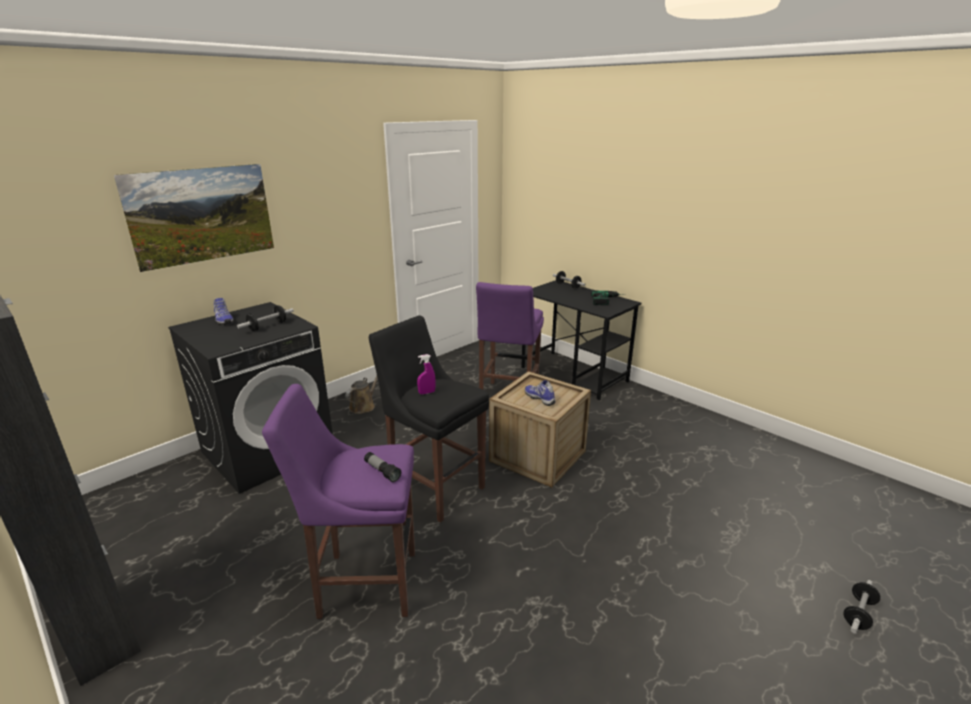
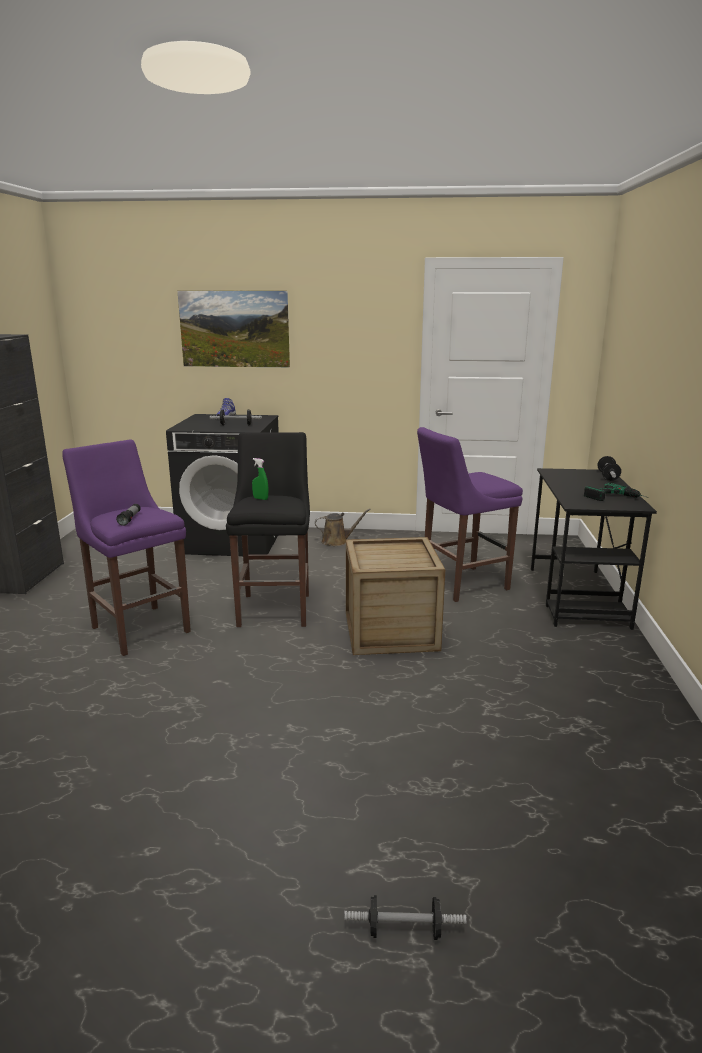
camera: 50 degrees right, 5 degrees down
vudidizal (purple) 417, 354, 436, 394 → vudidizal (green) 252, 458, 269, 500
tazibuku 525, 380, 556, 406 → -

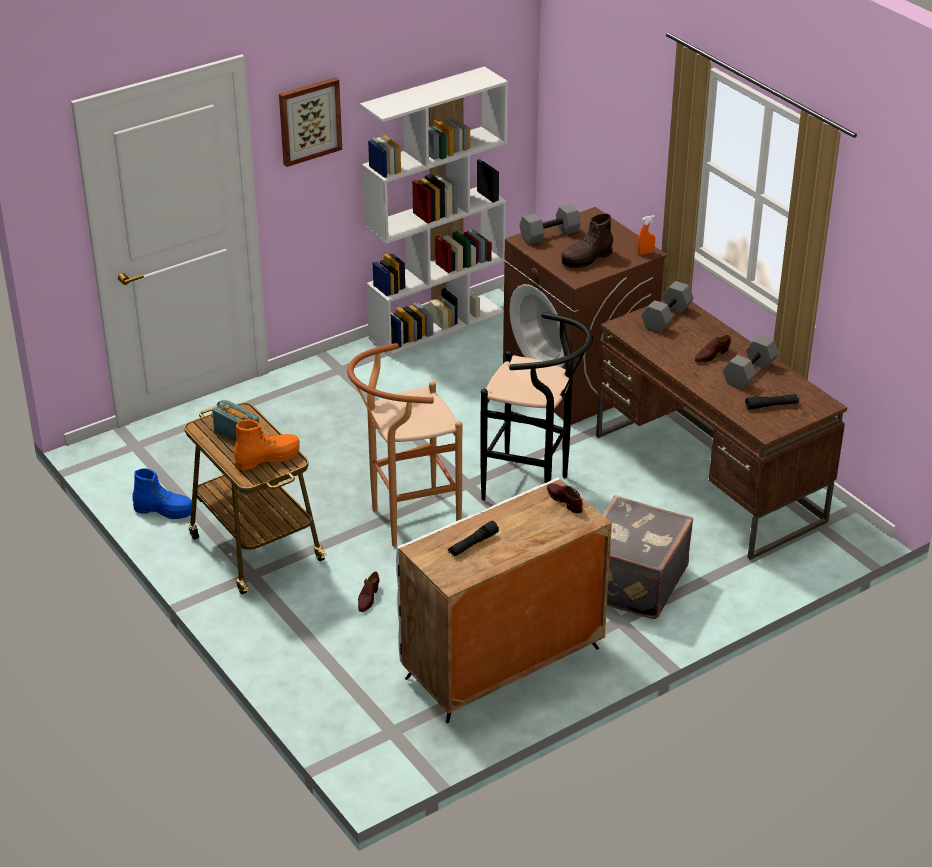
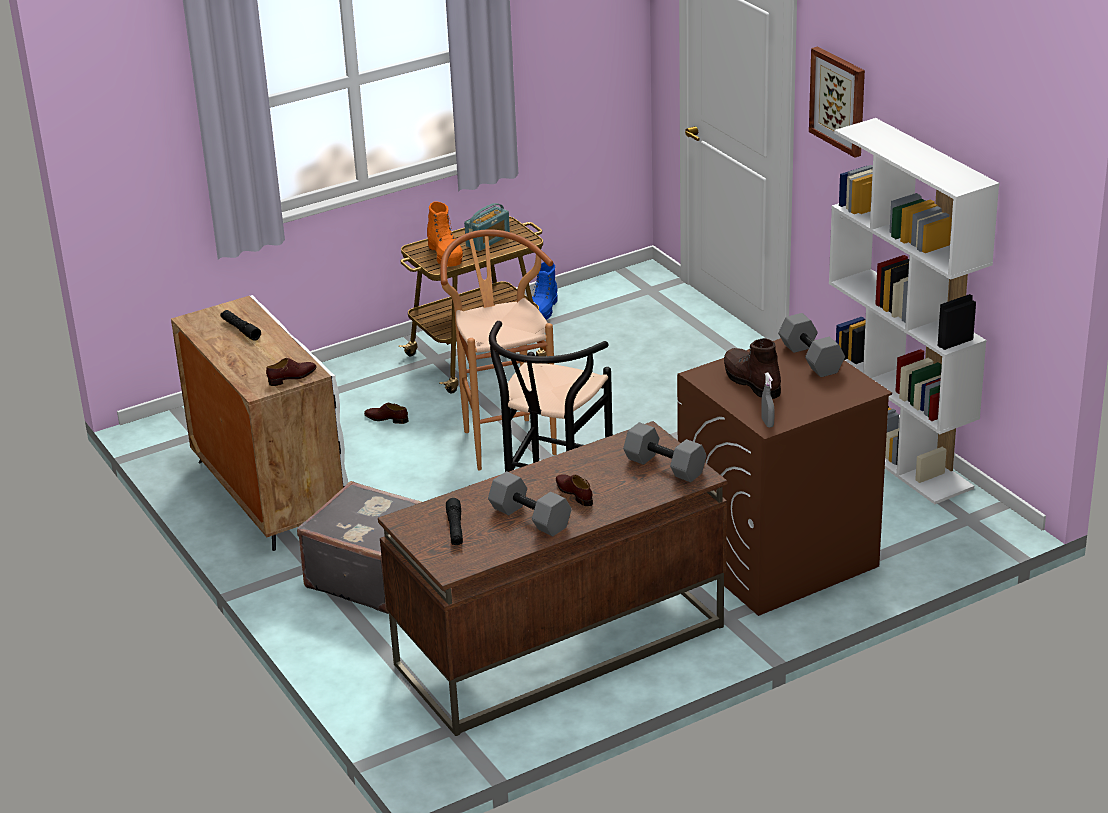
camera: 95 degrees right, 5 degrees down
vudidizal (orange) 637, 215, 655, 255 → vudidizal (grey) 761, 373, 775, 428

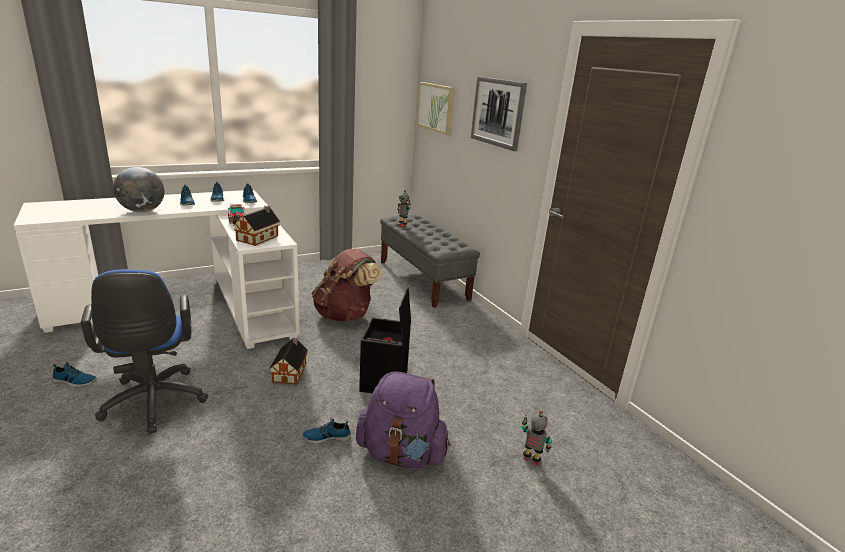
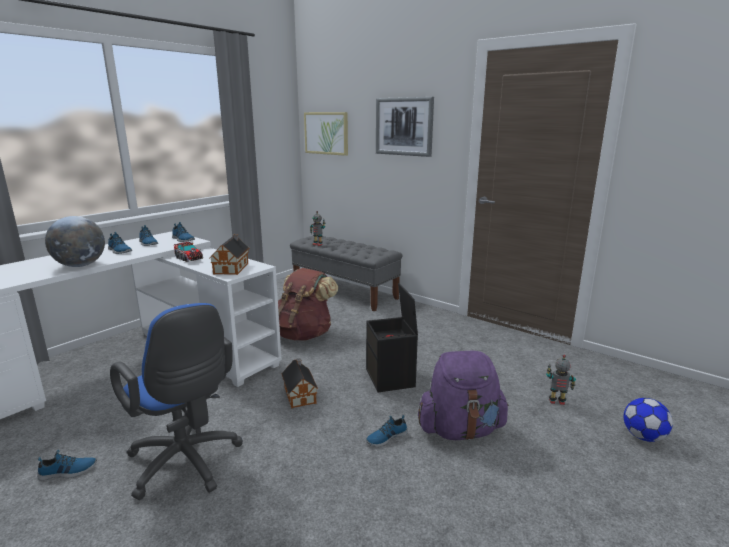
camera: 20 degrees left, 5 degrees down
- → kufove 624, 398, 673, 442

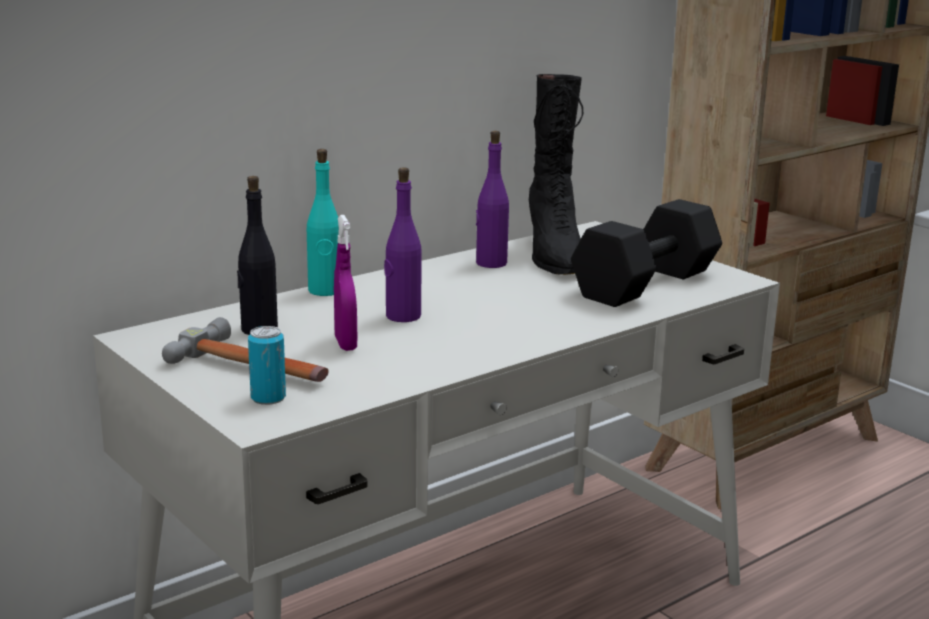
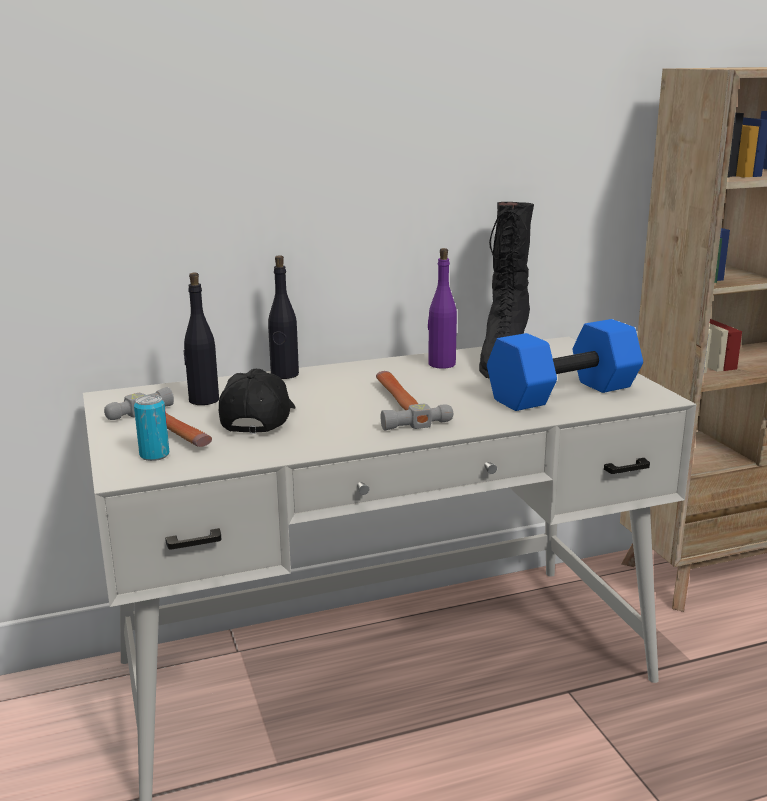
camera: 20 degrees right, 0 degrees up
vudidizal (purple) 334, 215, 357, 351 → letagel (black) 219, 369, 296, 434
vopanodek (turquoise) 307, 149, 339, 296 → vopanodek (black) 268, 255, 299, 379
- → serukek 376, 371, 453, 431
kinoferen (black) 571, 199, 722, 307 → kinoferen (blue) 487, 319, 643, 411
vopanodek (purple) 384, 167, 422, 322 → -

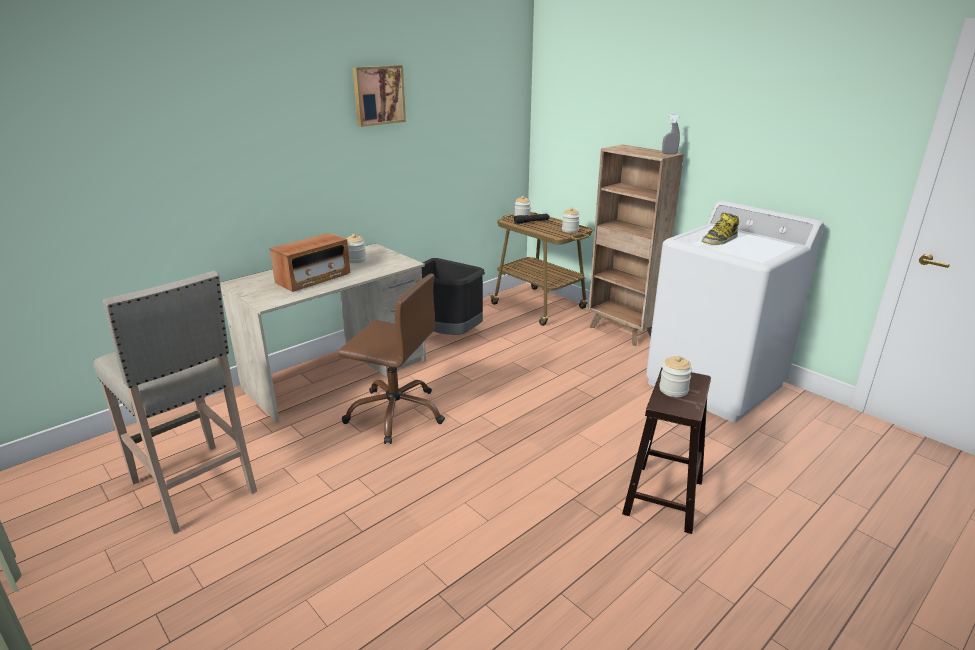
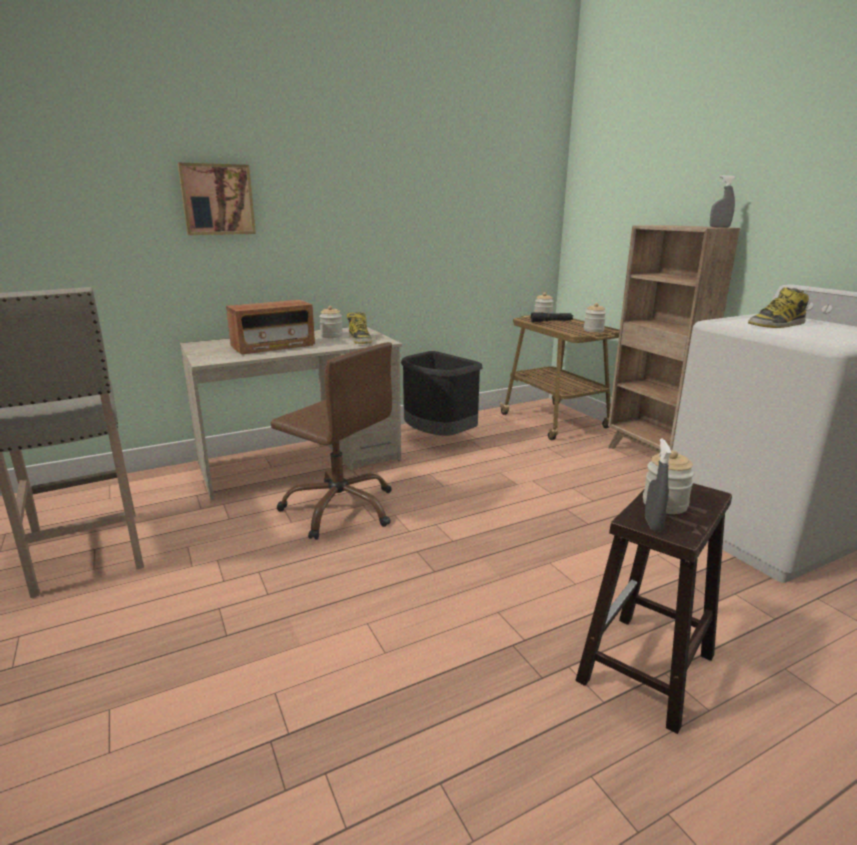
camera: 15 degrees right, 5 degrees down
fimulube 352, 65, 406, 127 → fimulube 178, 162, 256, 235, relocated
- → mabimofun 347, 312, 372, 344
- → vudidizal (grey) 645, 438, 671, 532

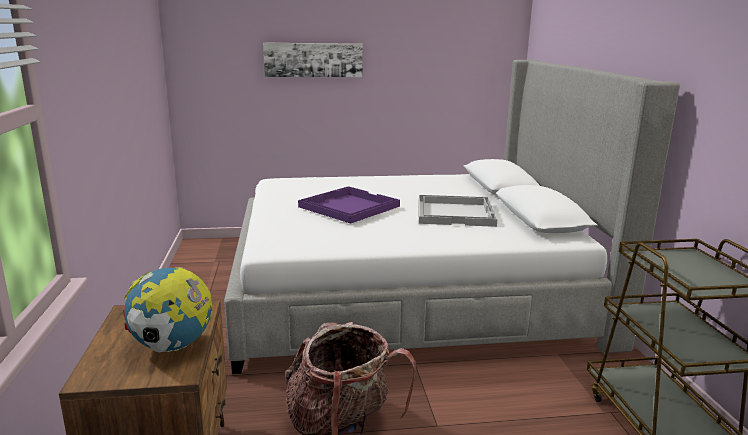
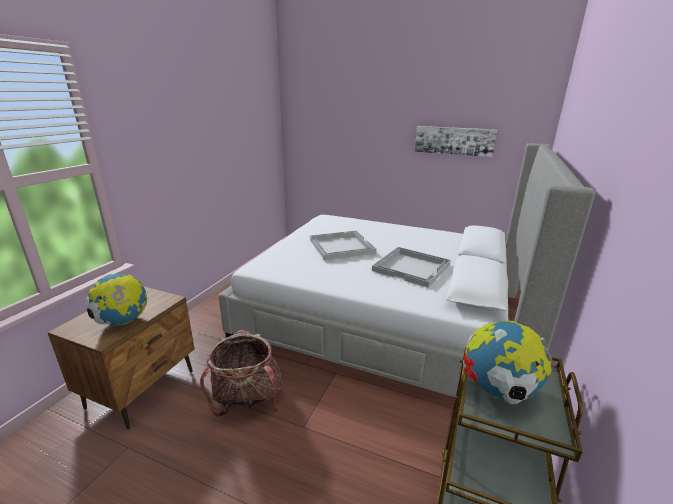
camera: 30 degrees right, 5 degrees up
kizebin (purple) 298, 186, 400, 224 → kizebin (white) 310, 230, 376, 260
fimulube 263, 43, 363, 77 → fimulube 414, 126, 497, 157, relocated
- → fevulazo 463, 321, 554, 404

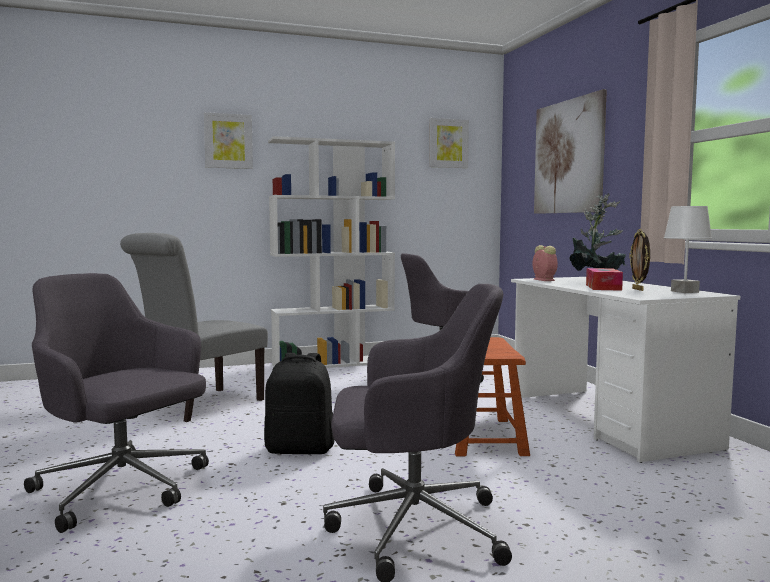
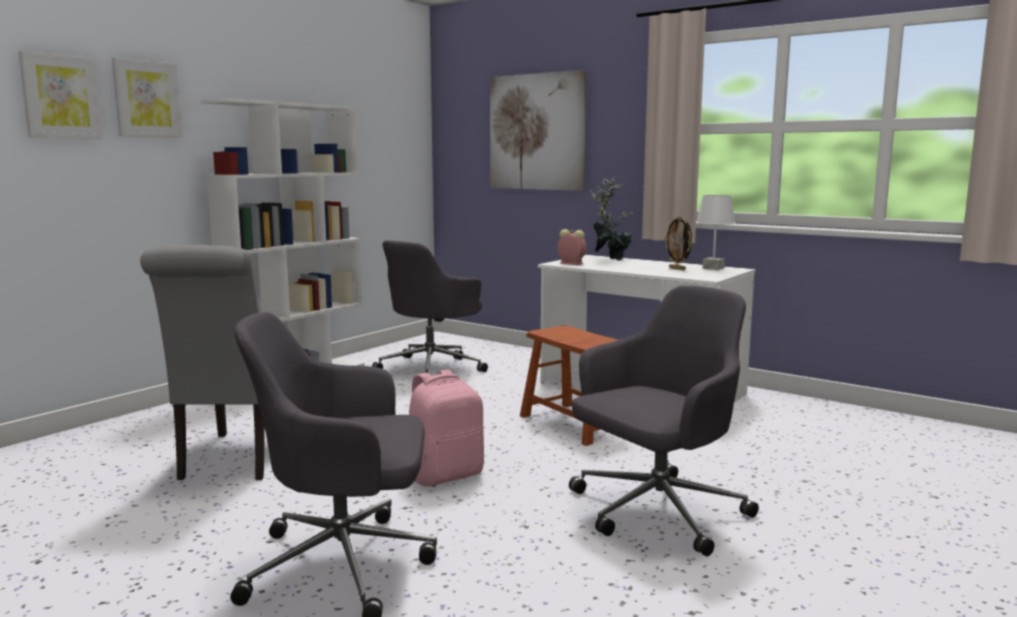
camera: 35 degrees left, 5 degrees up
fimulube 429, 118, 469, 168 → fimulube 19, 51, 103, 138, relocated
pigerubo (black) 264, 353, 334, 454 → pigerubo (pink) 409, 369, 484, 487
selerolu 586, 268, 623, 291 → -

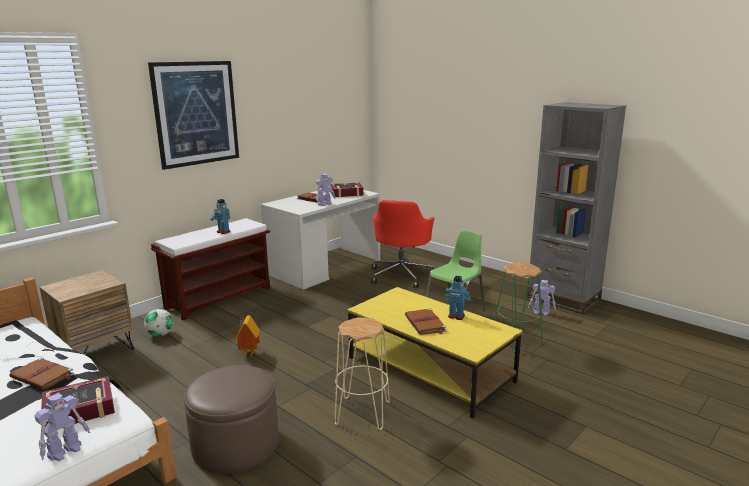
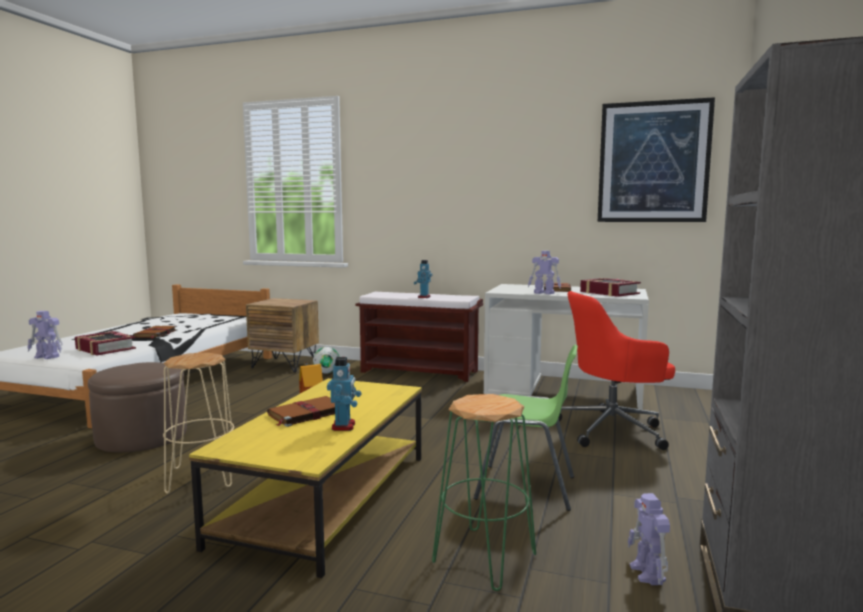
camera: 65 degrees right, 10 degrees down
fimulube 148, 61, 239, 170 → fimulube 598, 97, 715, 222, relocated

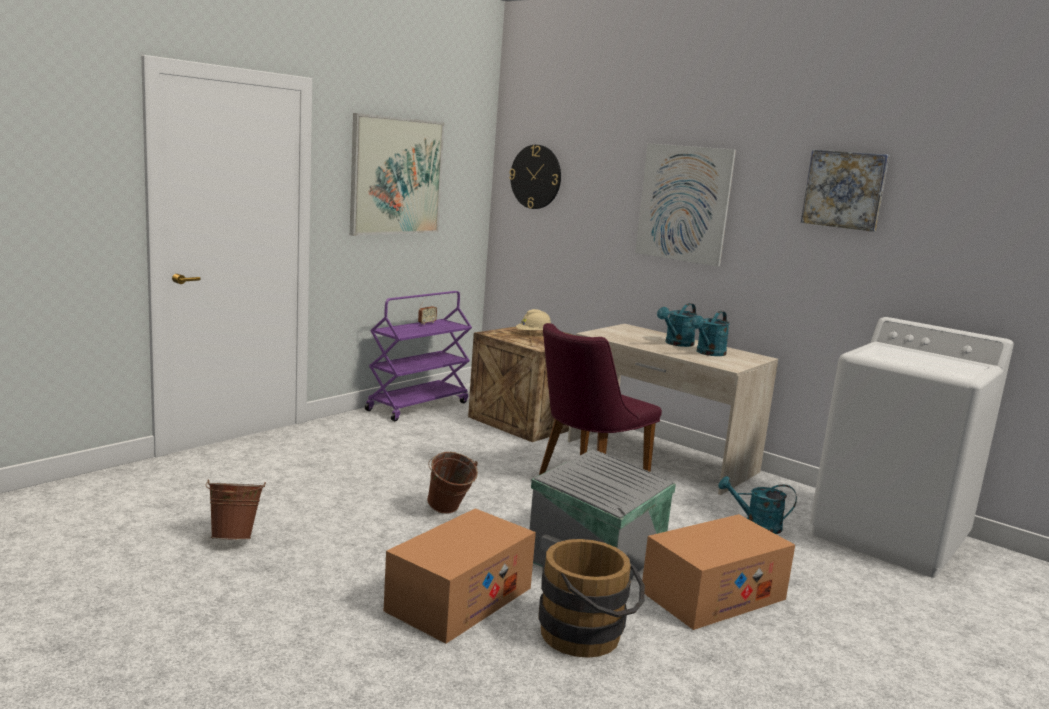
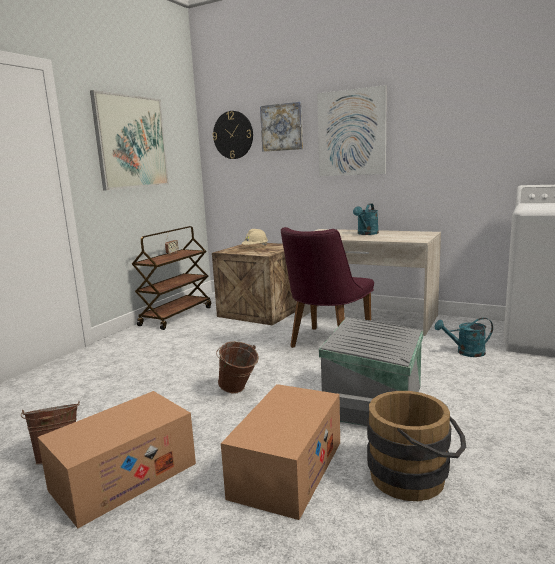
camera: 10 degrees left, 0 degrees up
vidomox 642, 514, 795, 630 → vidomox 38, 391, 196, 528, relocated
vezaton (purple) 365, 291, 472, 421 → vezaton (brown) 132, 226, 211, 330
fimulube 801, 150, 889, 232 → fimulube 260, 102, 303, 152, relocated
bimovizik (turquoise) 691, 311, 730, 356 → -

